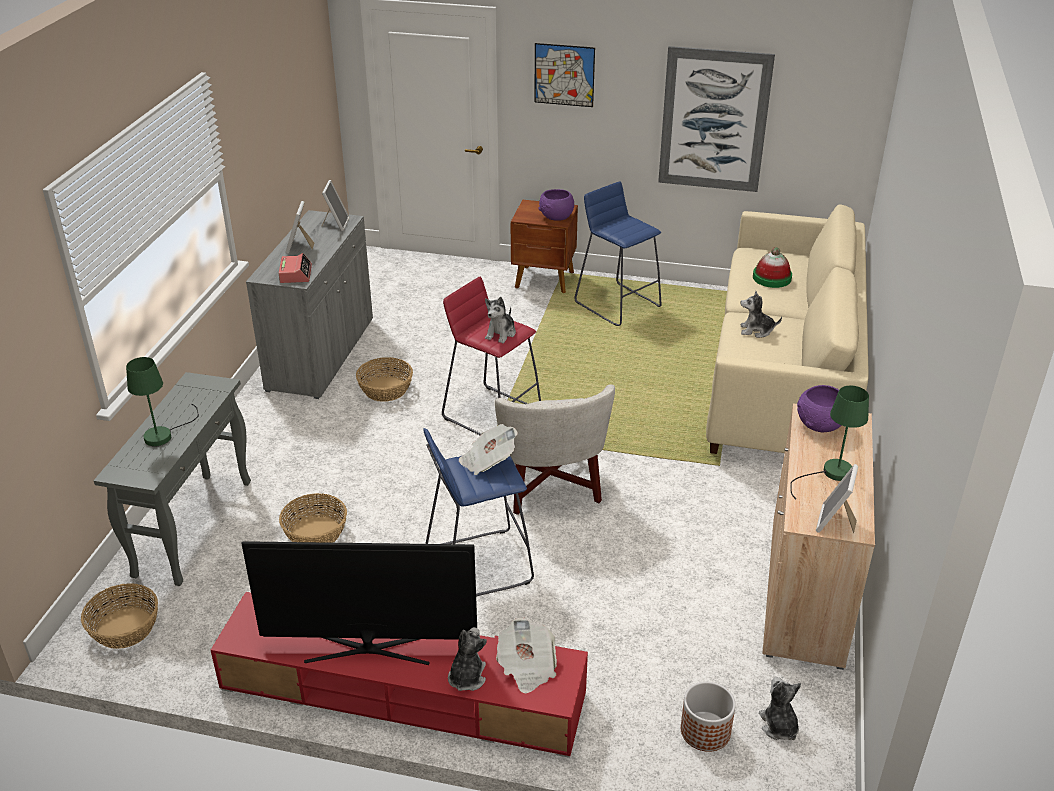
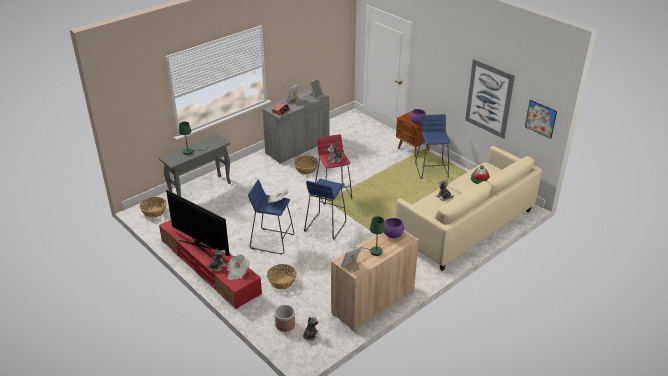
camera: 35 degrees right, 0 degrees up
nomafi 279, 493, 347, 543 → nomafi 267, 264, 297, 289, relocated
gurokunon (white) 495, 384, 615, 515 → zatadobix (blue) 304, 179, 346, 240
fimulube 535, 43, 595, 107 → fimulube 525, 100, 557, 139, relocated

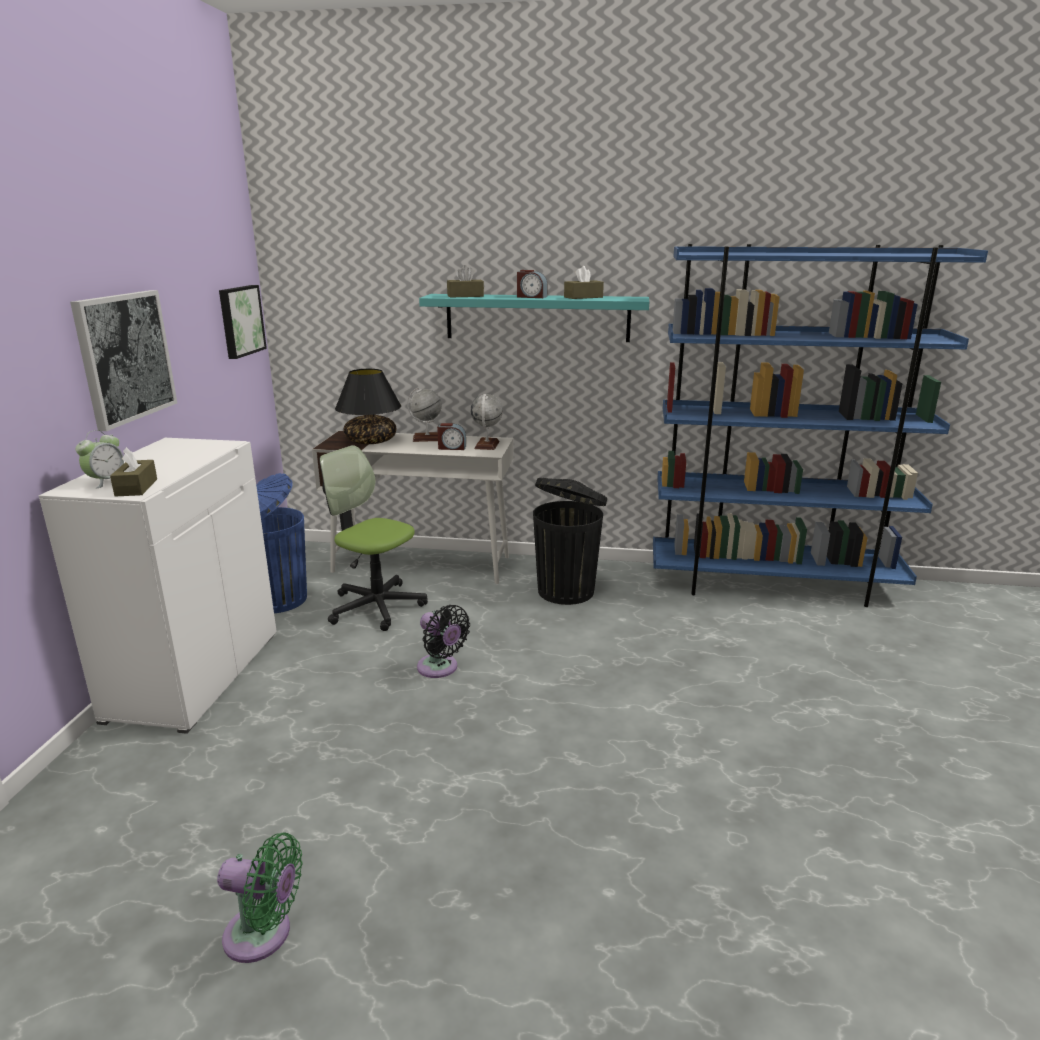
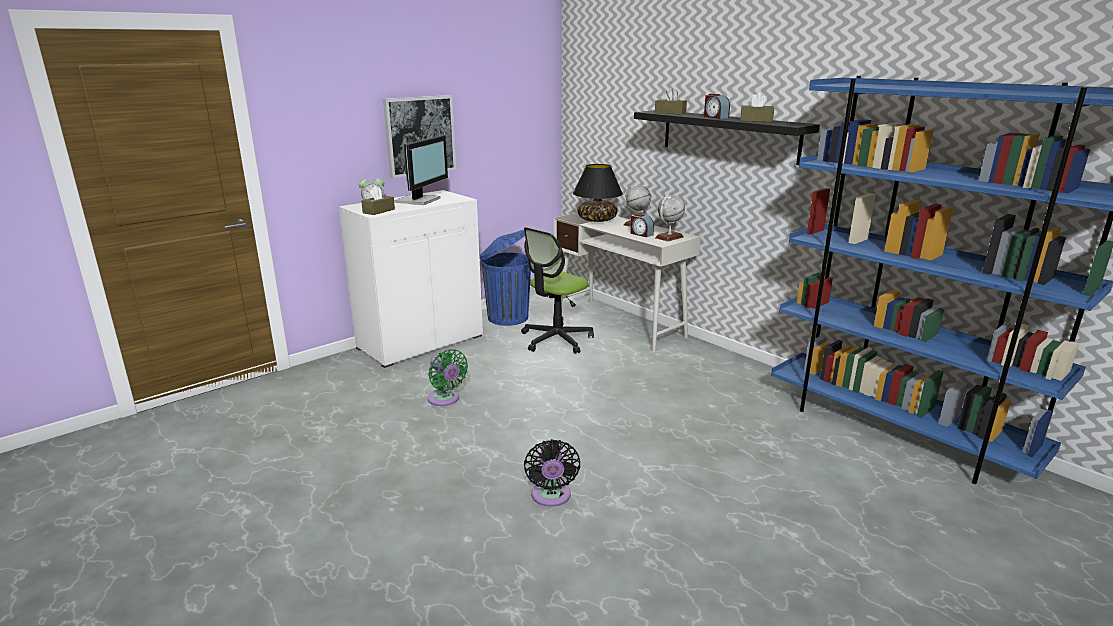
camera: 40 degrees right, 0 degrees up
- → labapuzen 394, 135, 448, 205
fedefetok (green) 217, 833, 303, 963 → fedefetok (green) 428, 349, 468, 406, relocated
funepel 320, 445, 428, 631 → funepel 521, 227, 594, 354, 120 degrees counterclockwise
fedefetok (black) 417, 605, 470, 678 → fedefetok (black) 524, 439, 580, 507, relocated
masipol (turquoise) 419, 294, 649, 342 → masipol (black) 634, 110, 820, 165
fimulube 219, 285, 267, 359 → -
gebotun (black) 533, 478, 607, 605 → -

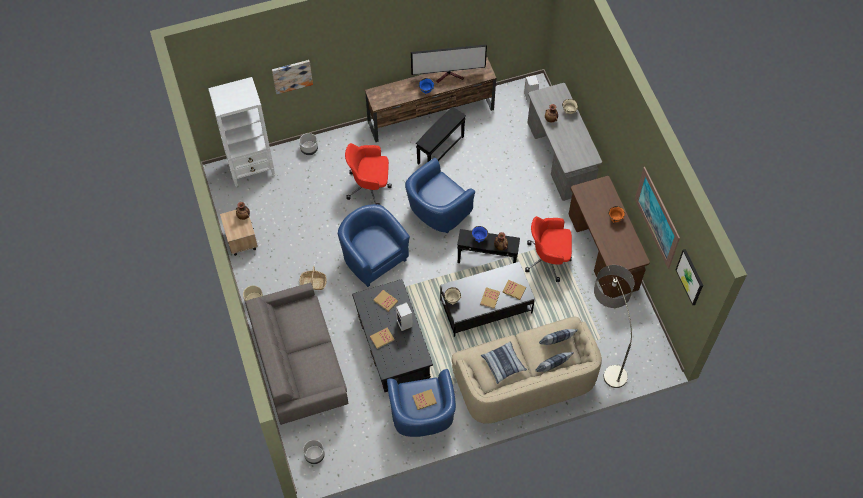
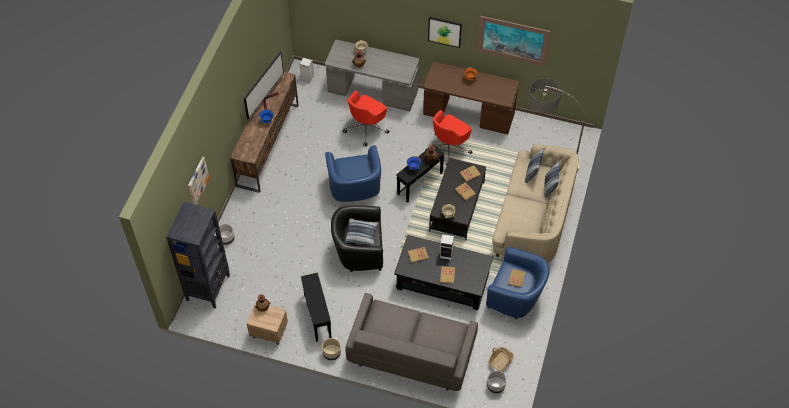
camera: 55 degrees left, 5 degrees down
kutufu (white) 208, 77, 275, 187 → kutufu (black) 166, 202, 230, 309
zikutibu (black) 416, 107, 466, 164 → zikutibu (black) 301, 272, 332, 342, relocated
gurokunon (blue) 338, 204, 410, 287 → gurokunon (black) 331, 205, 383, 272
funepel (red) 345, 143, 392, 205 → funepel (red) 343, 91, 389, 147, relocated
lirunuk 481, 342, 527, 384 → lirunuk 345, 218, 379, 246, relocated
fimulube 676, 249, 703, 305 → fimulube 428, 17, 462, 48, relocated
nomafi 300, 266, 327, 290 → nomafi 488, 347, 514, 371, relocated

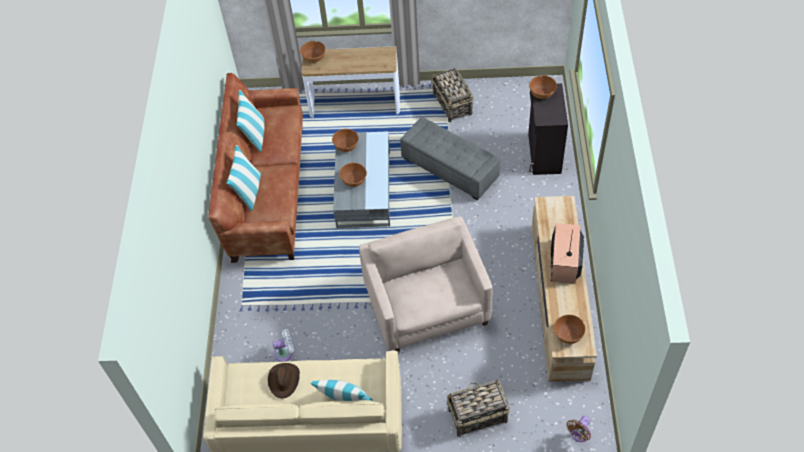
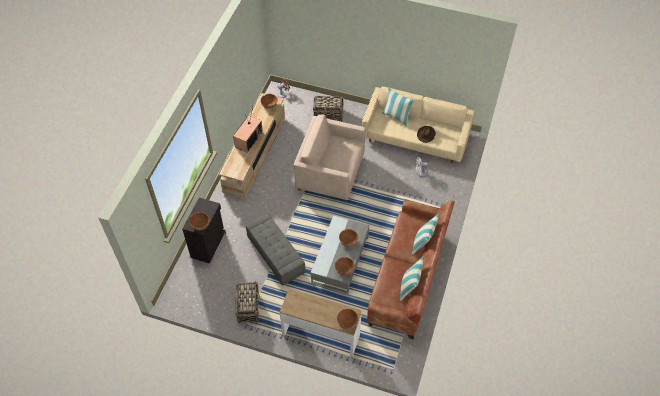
camera: 165 degrees left, 0 degrees up
gurokunon (beige) 359, 216, 492, 352 → gurokunon (beige) 294, 115, 365, 201, 105 degrees clockwise

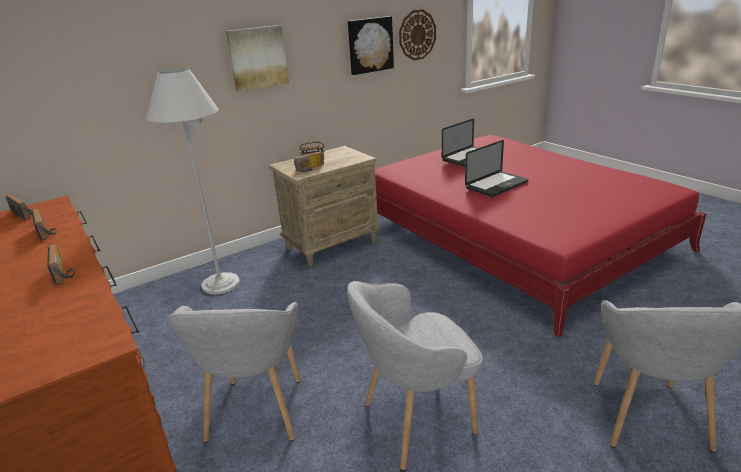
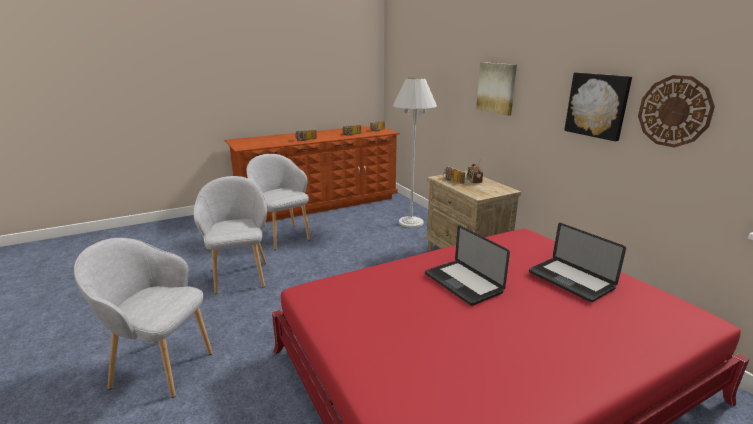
camera: 95 degrees right, 5 degrees down
gurokunon (grey) 167, 302, 301, 443 → gurokunon (grey) 247, 154, 310, 250, 45 degrees clockwise

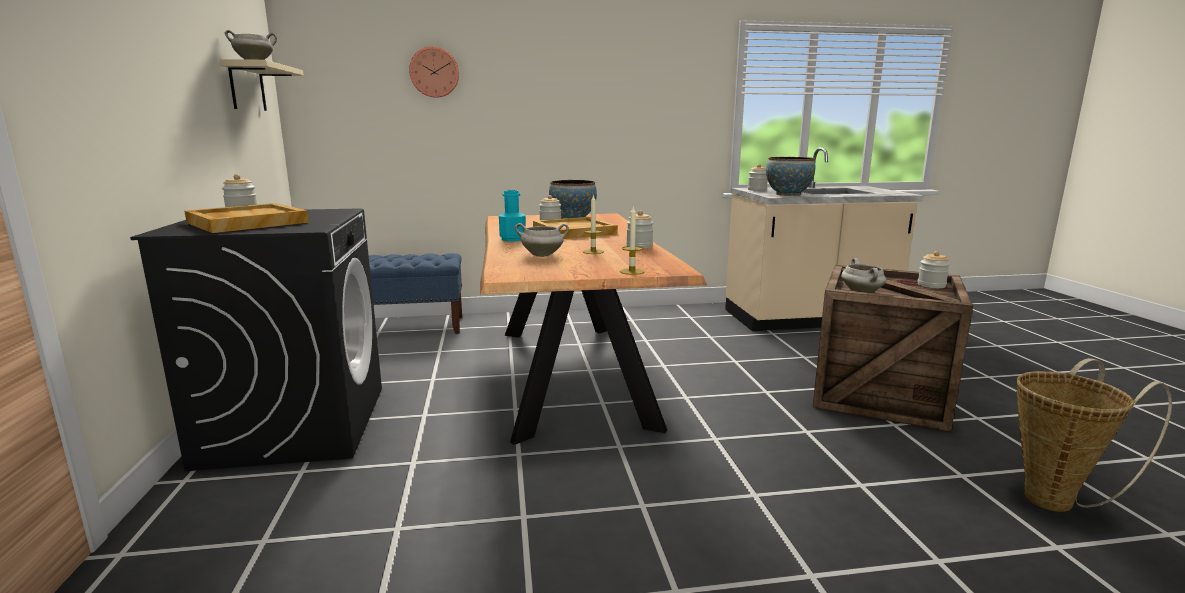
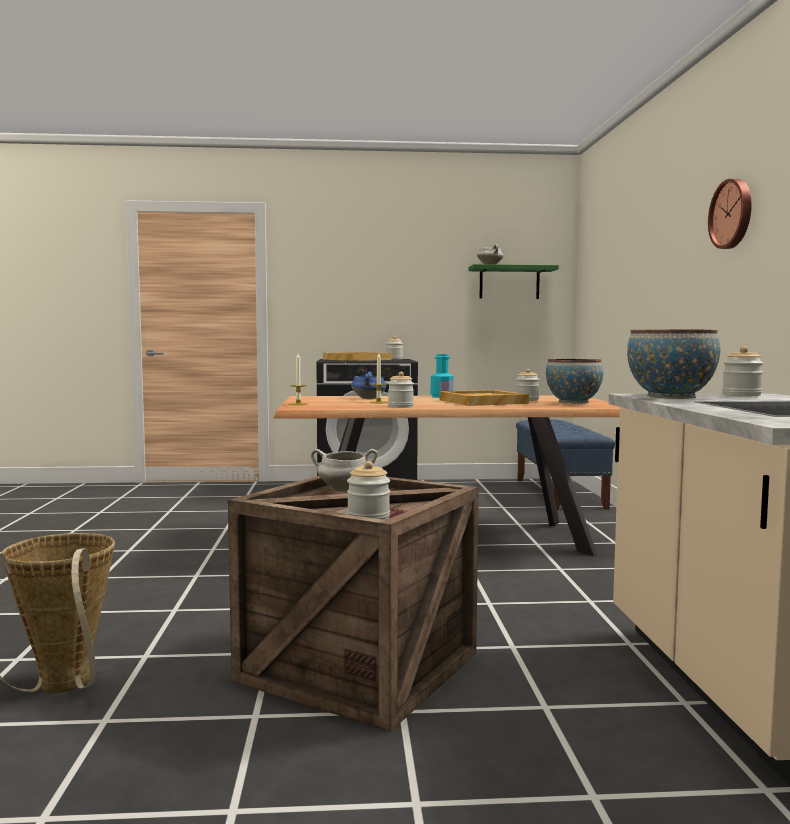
camera: 95 degrees right, 10 degrees down
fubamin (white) 515, 223, 569, 257 → fubamin (blue) 351, 372, 386, 399
masipol (beige) 220, 59, 304, 111 → masipol (green) 468, 264, 559, 299
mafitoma 409, 47, 459, 98 → mafitoma 708, 179, 752, 249, relocated

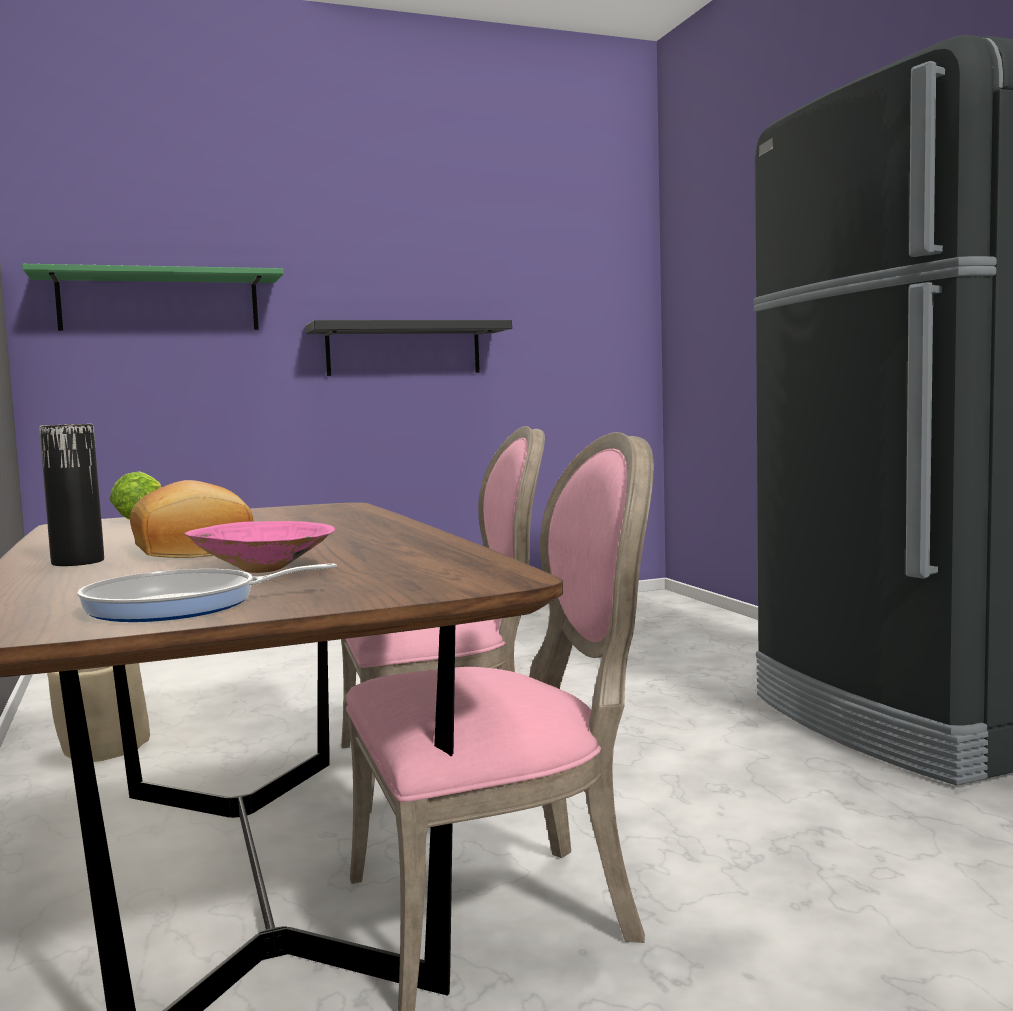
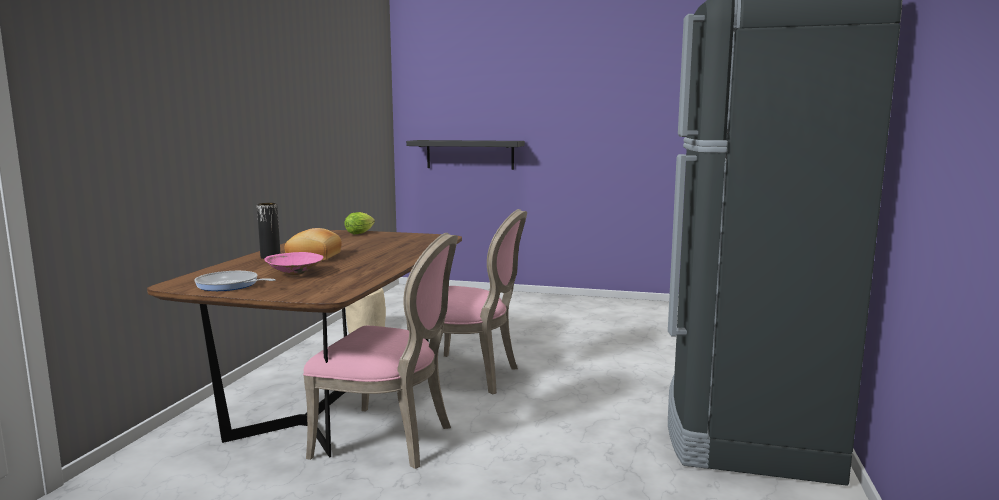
camera: 35 degrees right, 5 degrees up
masipol (black) 305, 320, 512, 376 → masipol (black) 406, 140, 525, 170, relocated
masipol (green) 22, 264, 284, 331 → -

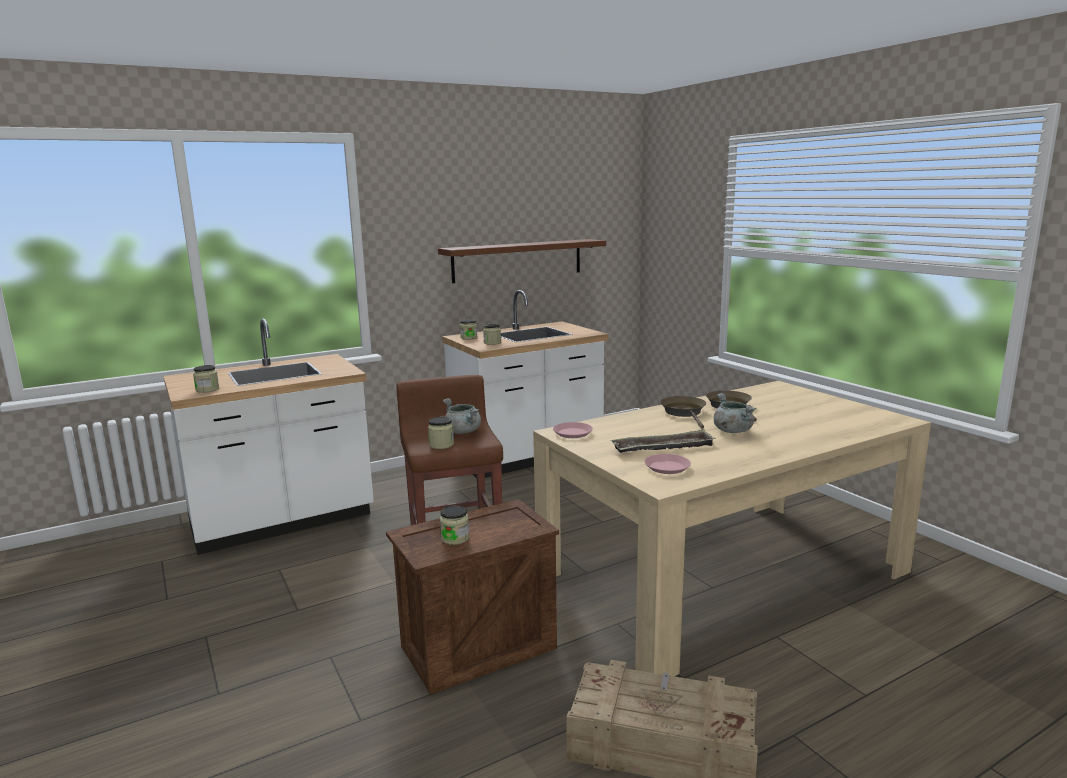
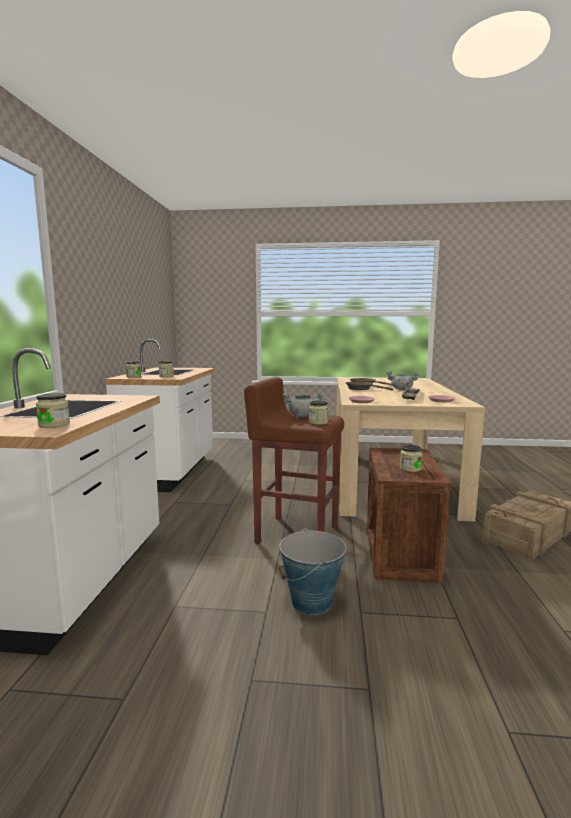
camera: 55 degrees left, 5 degrees down
- → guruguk 279, 528, 346, 615
masipol (brown) 438, 239, 606, 283 → -

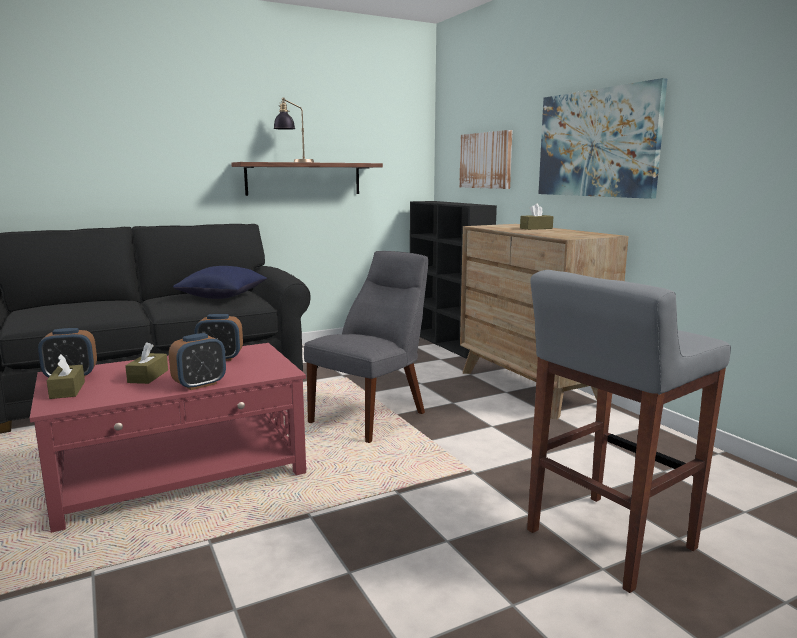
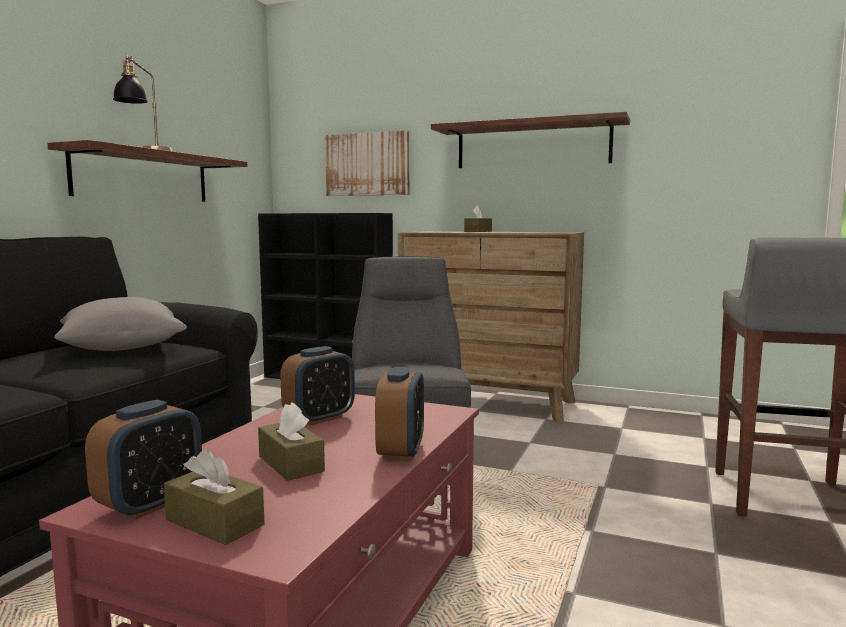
camera: 40 degrees left, 5 degrees down
lirunuk (blue) 173, 266, 267, 299 → lirunuk (grey) 54, 297, 187, 351
fimulube 538, 78, 667, 199 → masipol 431, 112, 630, 168

